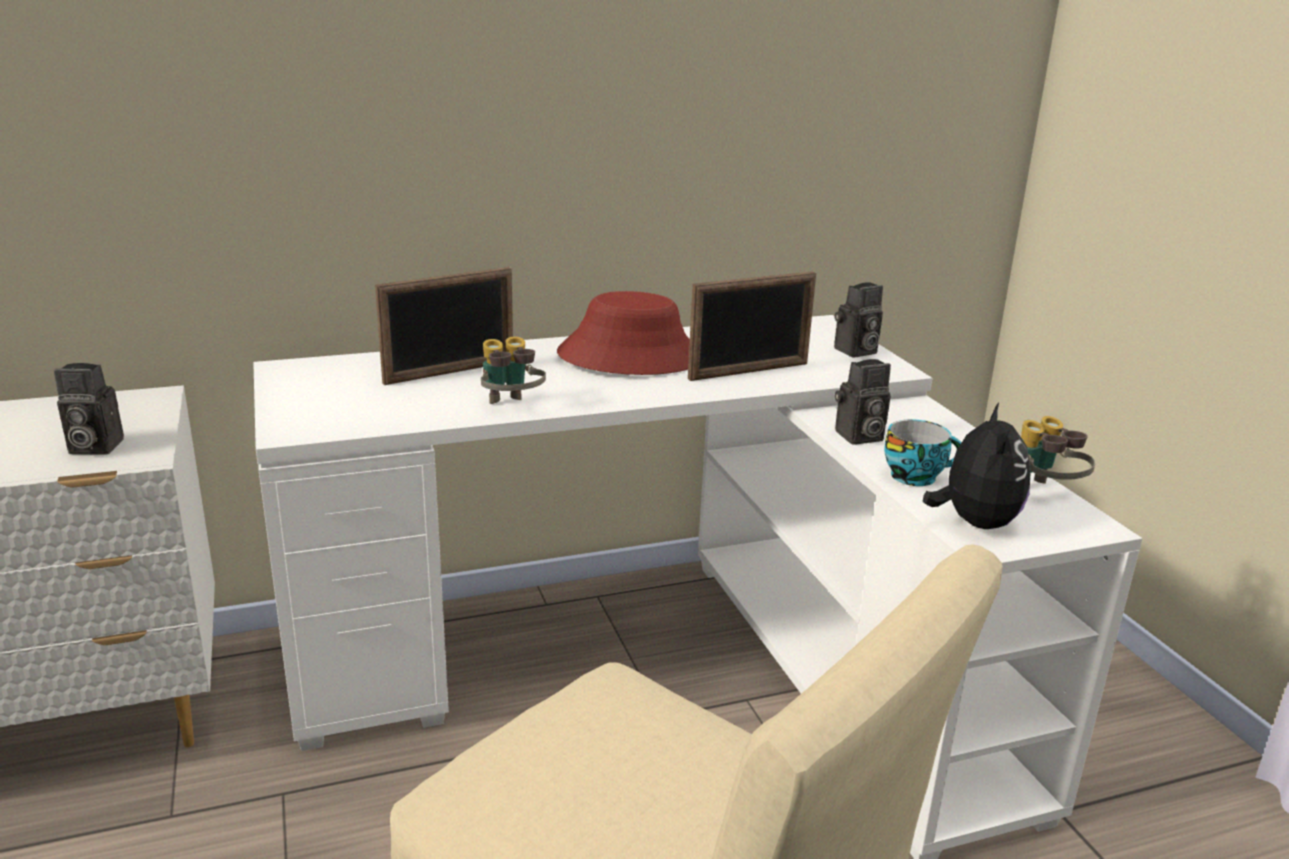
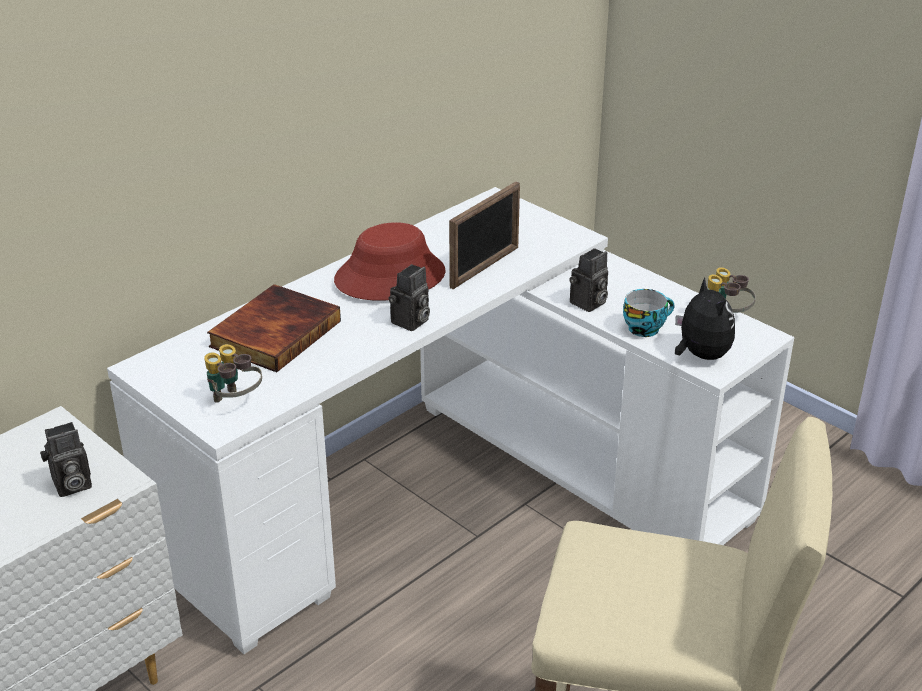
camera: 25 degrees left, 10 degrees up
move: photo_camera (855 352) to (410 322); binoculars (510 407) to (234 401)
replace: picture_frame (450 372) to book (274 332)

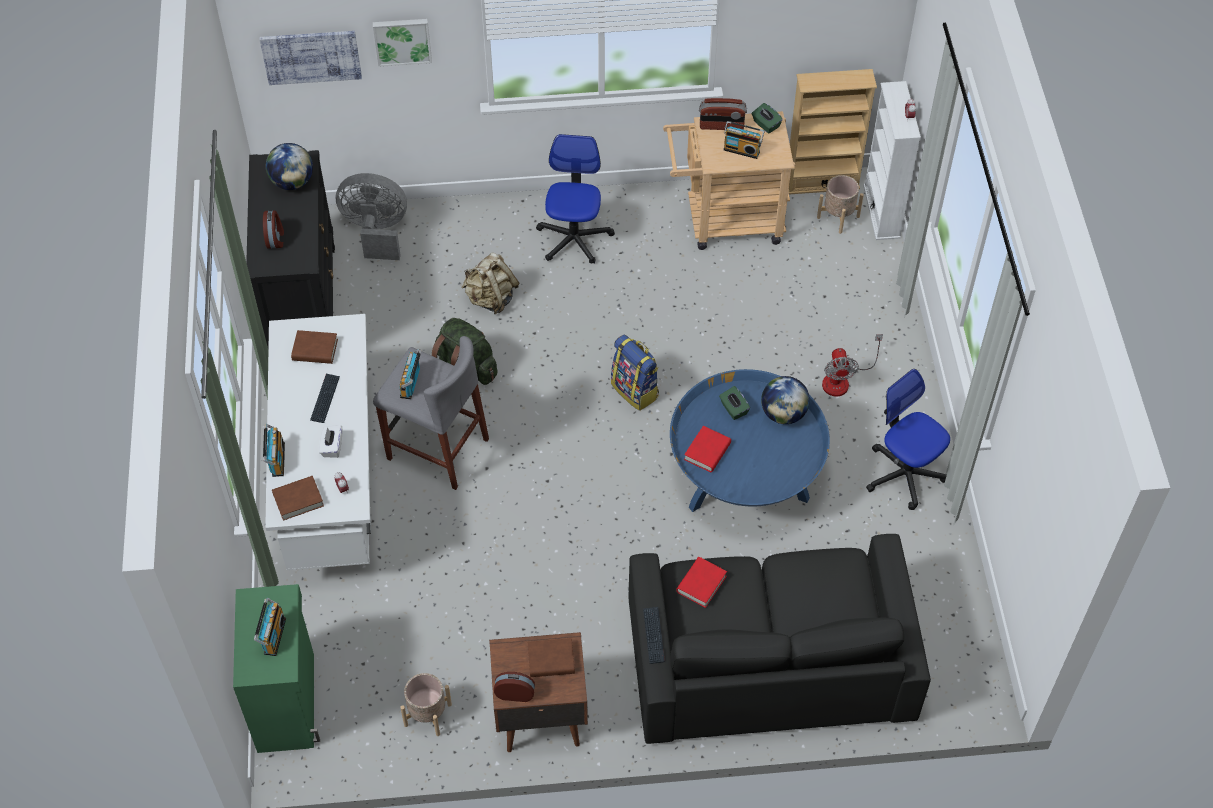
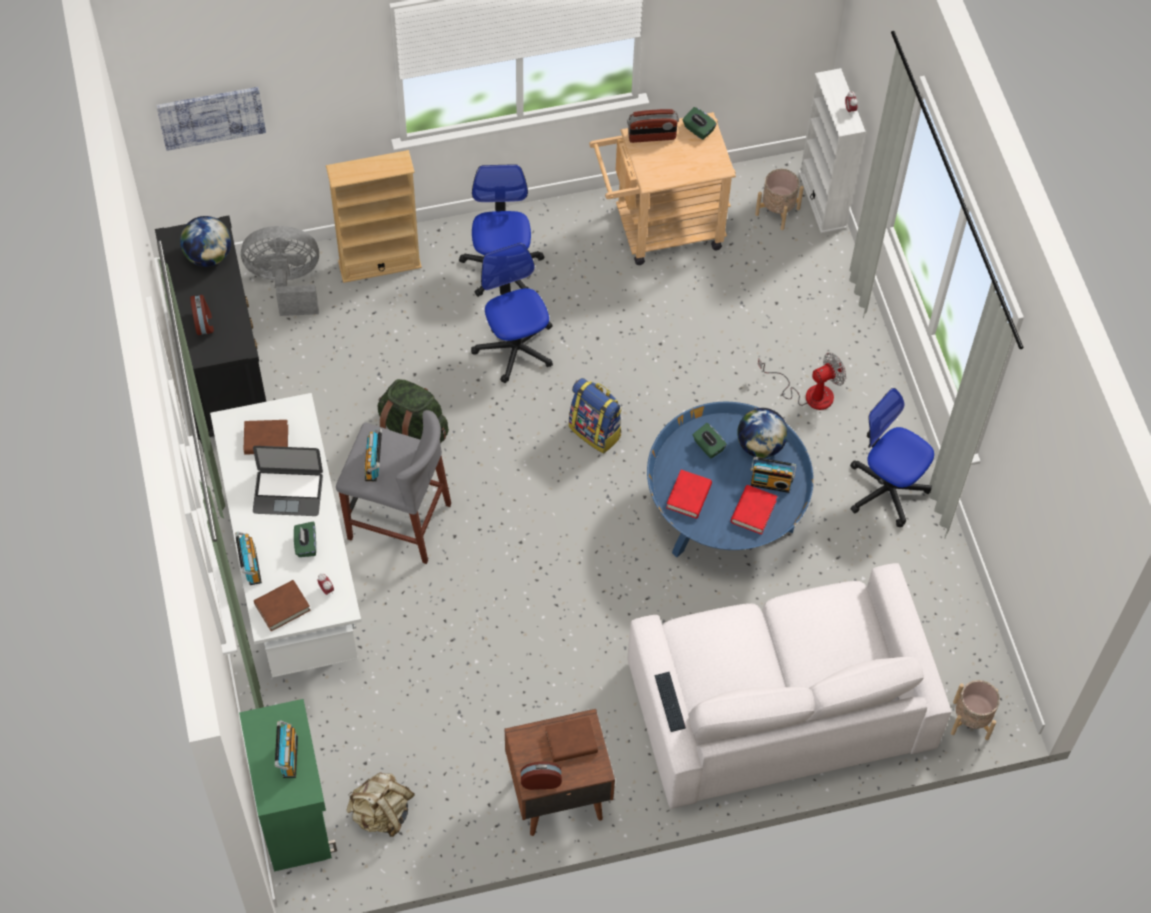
camera: 10 degrees left, 5 degrees up
delete: picture (402 40)
insert: office_chair (515 347)
move: beige_bookcase (821 183) to (379 264); radio (742 150) to (770 482); beige_backpack (491 298) to (382 813); red_book (701 584) to (753 511); beige_planter (428 715) to (971 720)
replace: keyboard (325 398) to laptop (288 492)
recolor: white_tissue_box (332 447) to green_tissue_box (306 545); black_sofa (769 658) to white_sofa (779 703)
rotate: fan (842 379) = (809 393) 105 degrees counterclockwise

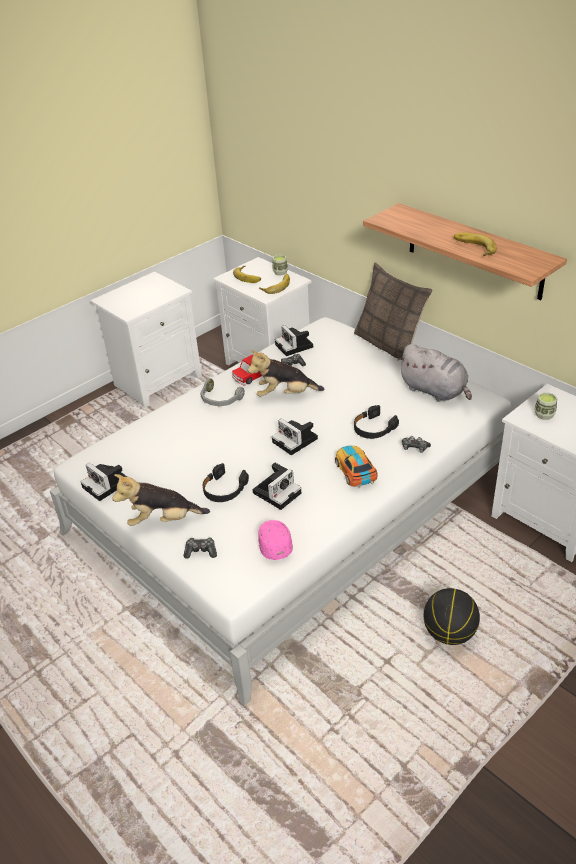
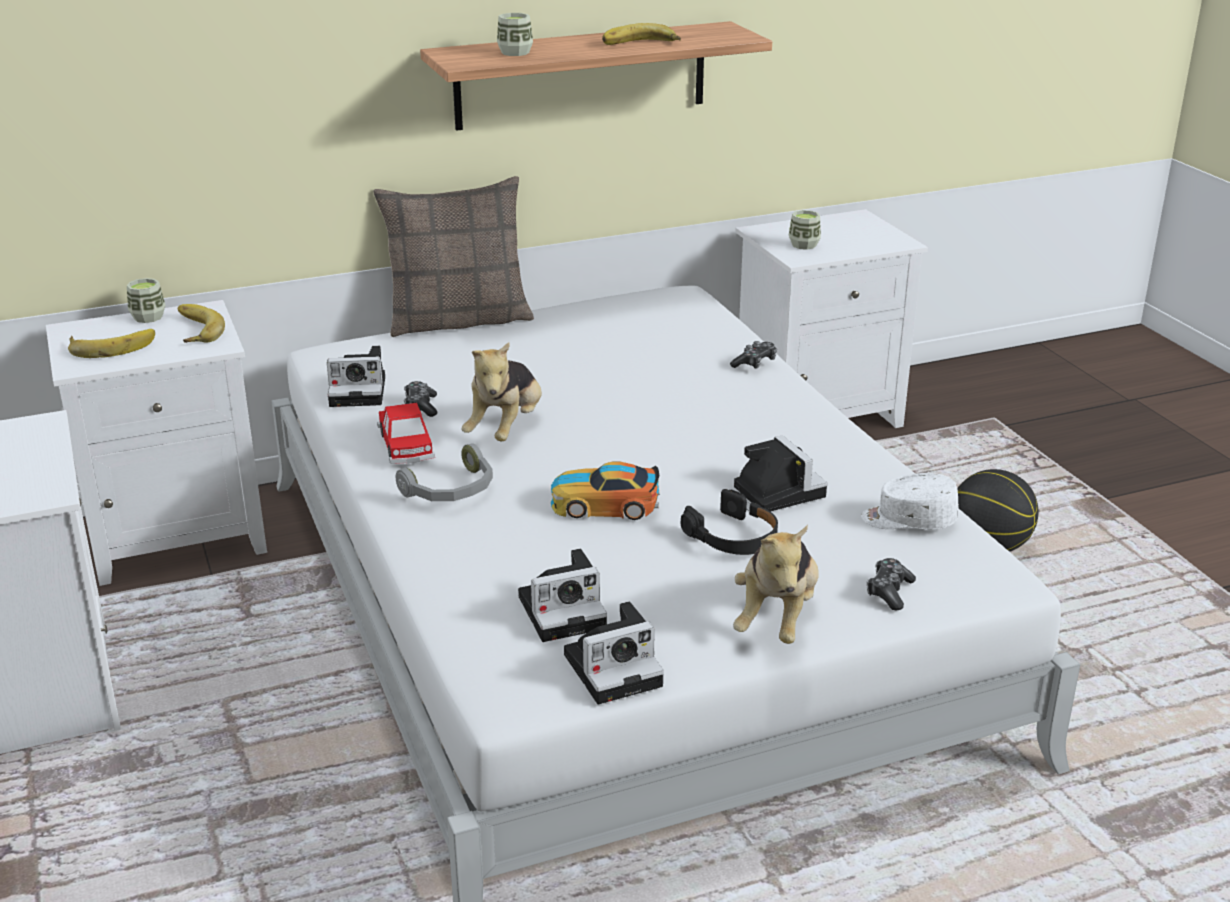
camera: 70 degrees left, 10 degrees down
delete: grey_plush_toy (435 391); black_headphones (373 428)
insert: cup (515 52)
move: photo_camera (296 441) to (565 611); toy_car (355 470) to (604 504)
recolor: pink_cap (274 544) to white_cap (908 520)

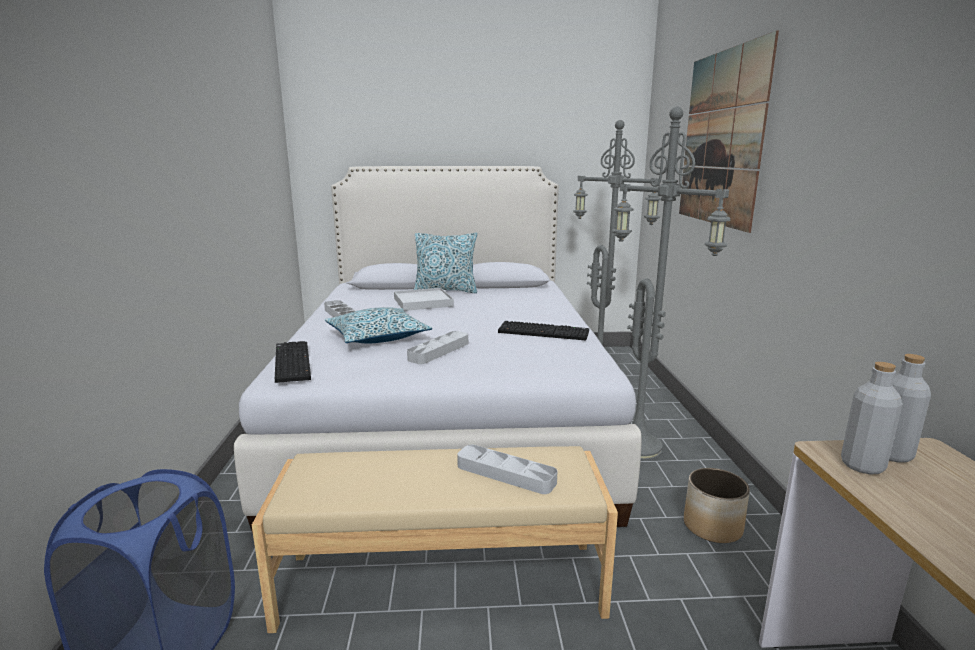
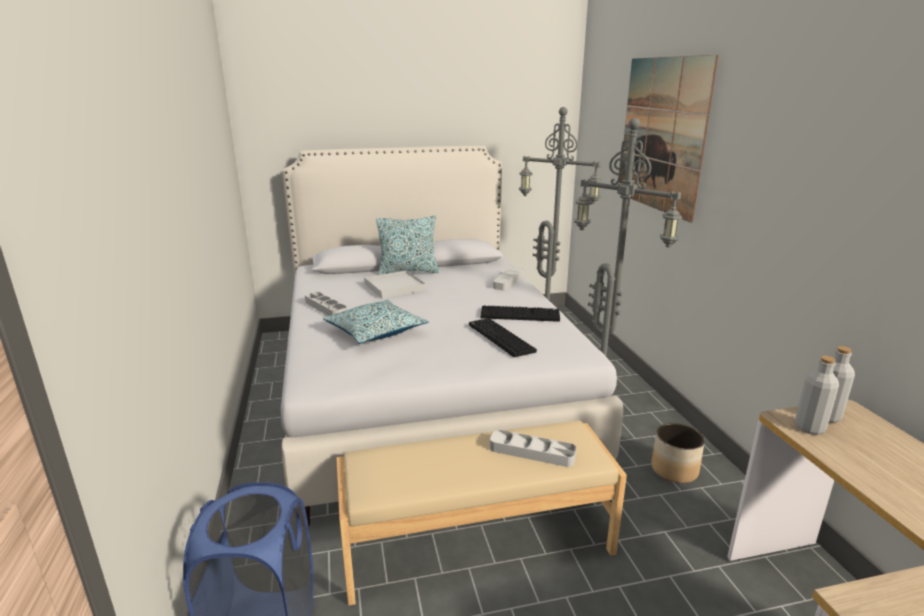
camera: 10 degrees left, 5 degrees up
move: grey_tray (439 351) to (508 281); keyboard (290 362) to (499 338)

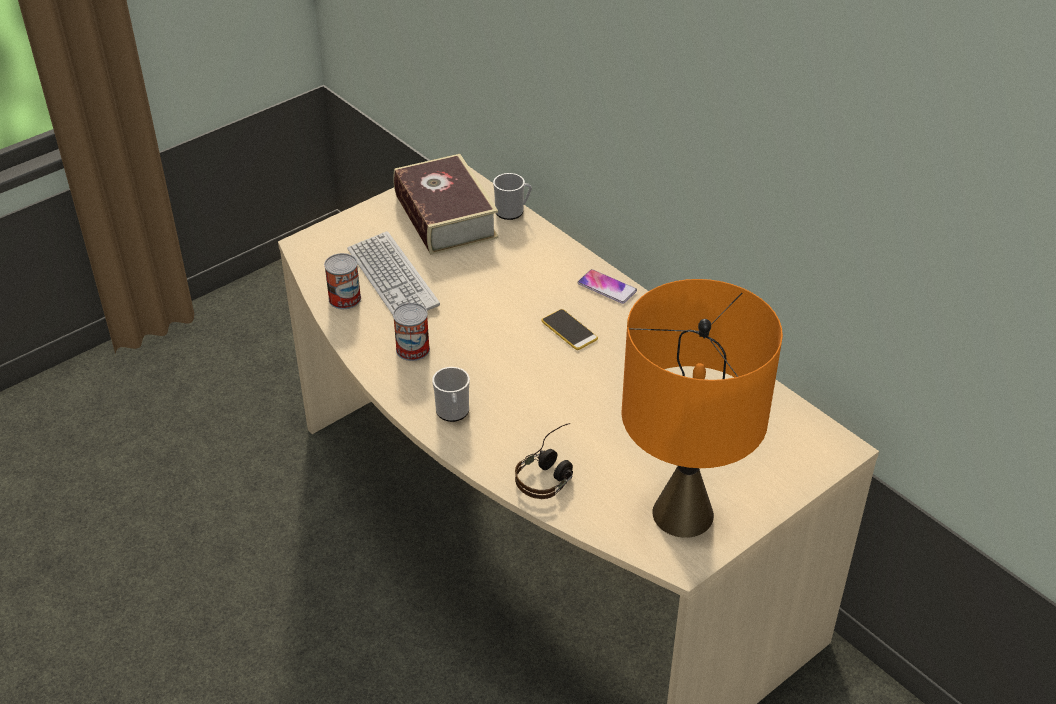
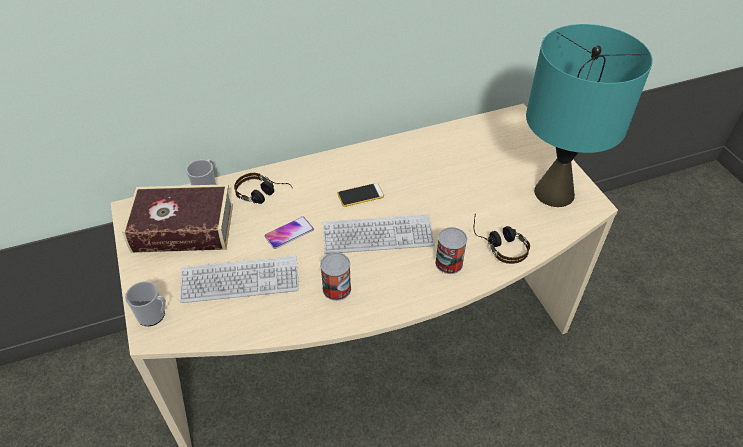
camera: 70 degrees left, 5 degrees up
insert: headphones (264 195); keyboard (377 235)
move: can (344 299) to (449 263); phone (607 287) to (289 233); mug (453 413) to (154 315)
recolor: orange_table_lamp (682 514) to turquoise_table_lamp (554 193)

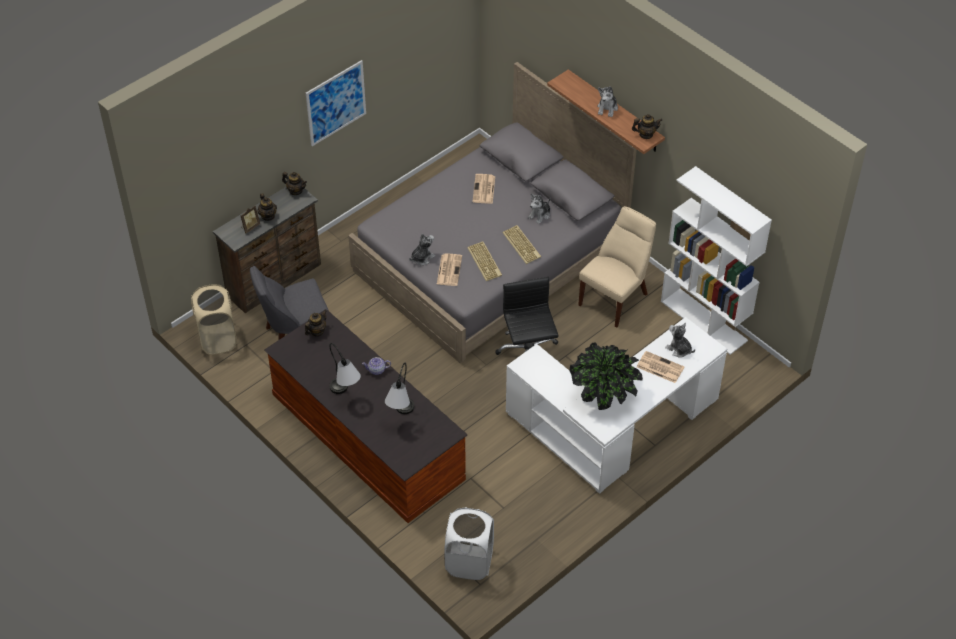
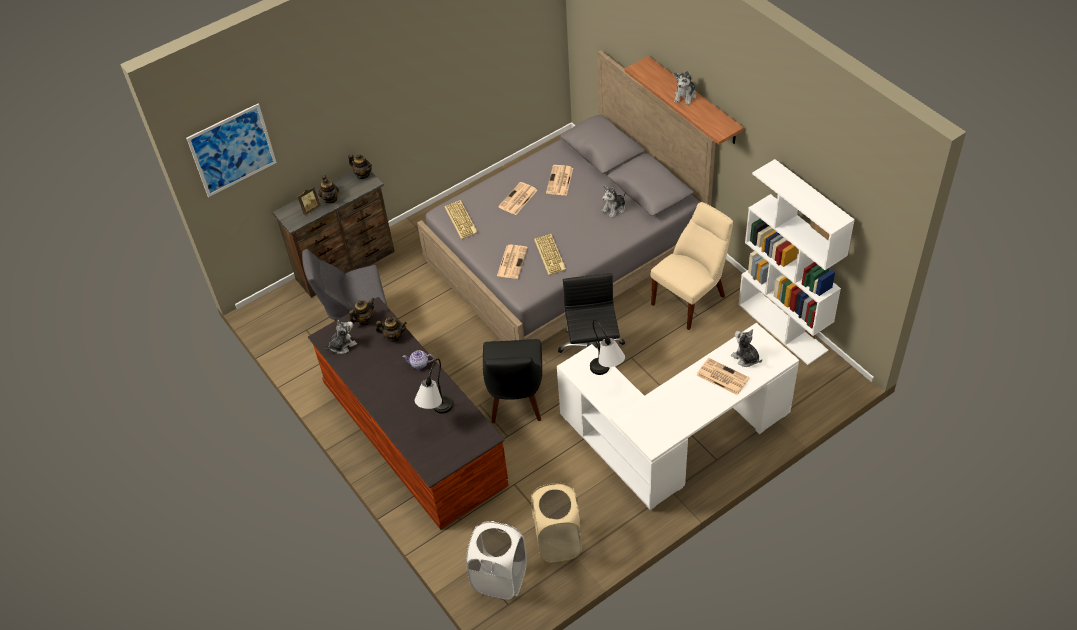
camera: 10 degrees right, 0 degrees up
delete: potted_plant (604 394)
insert: newspaper (518 199); black_chair (515 400)
move: picture (336 103) to (232 150); teapot (646 134) to (393 336); keyboard (522 245) to (462 220); plush_toy (422 258) to (342 345); beige_laundry_basket (218 339) to (558 541); table_lamp (345 395) to (606 376)

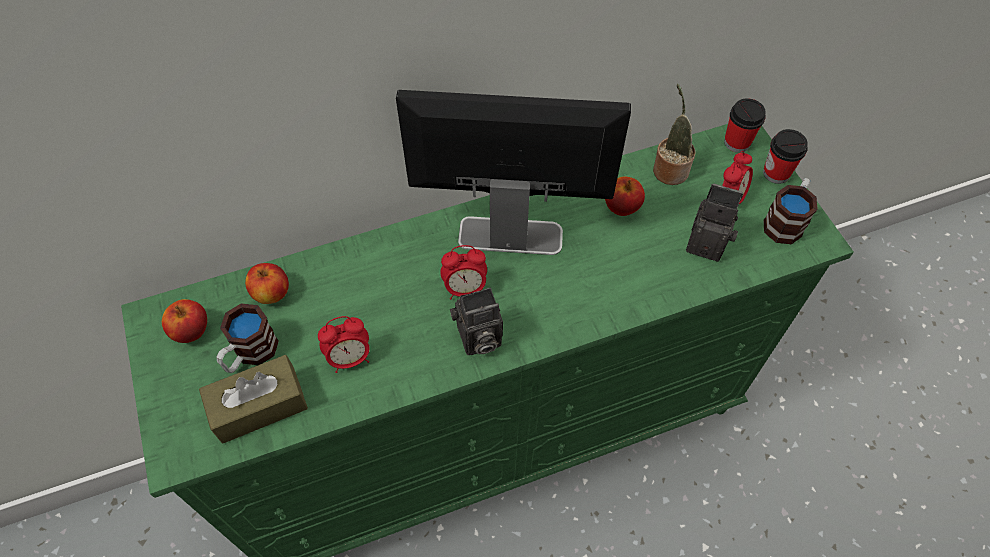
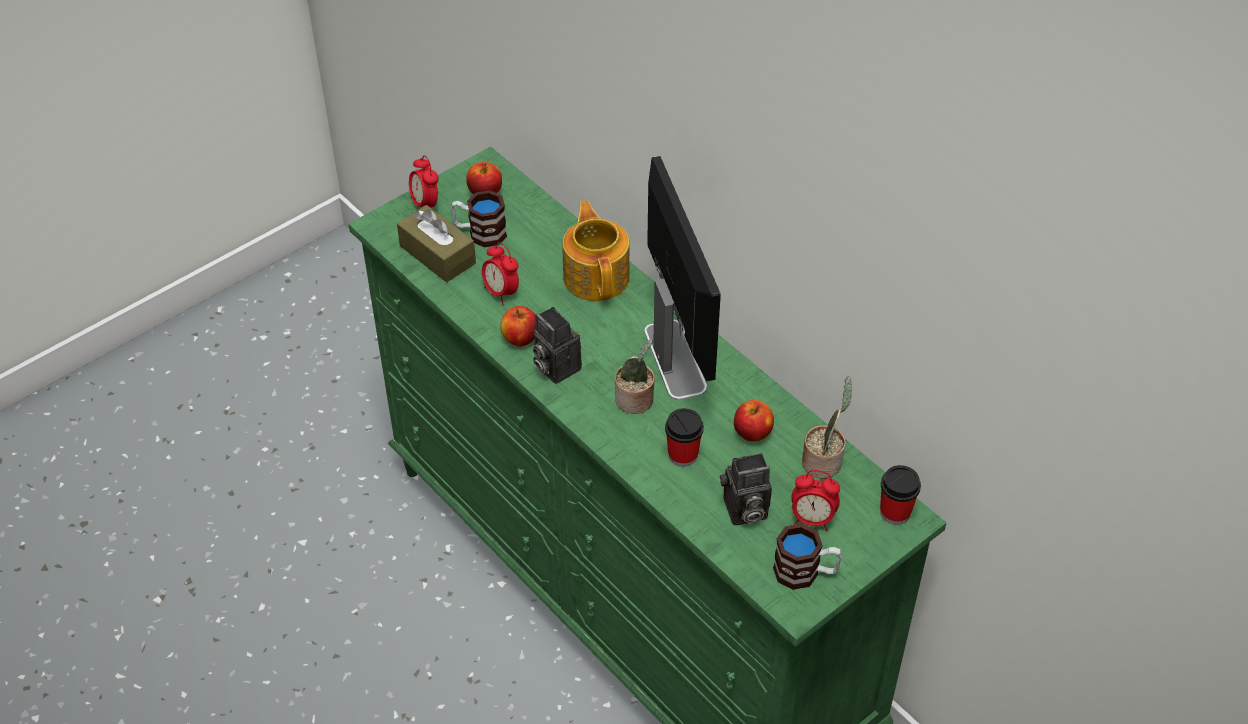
camera: 70 degrees right, 10 degrees down
insert: teapot (597 276); potted_plant (636 401)
move: cup (776 173) to (683 455); alarm_clock (465 289) to (425 204); apple (272 293) to (520 339)
rotate: photo_camera (708 243) = (743 511) 75 degrees clockwise

